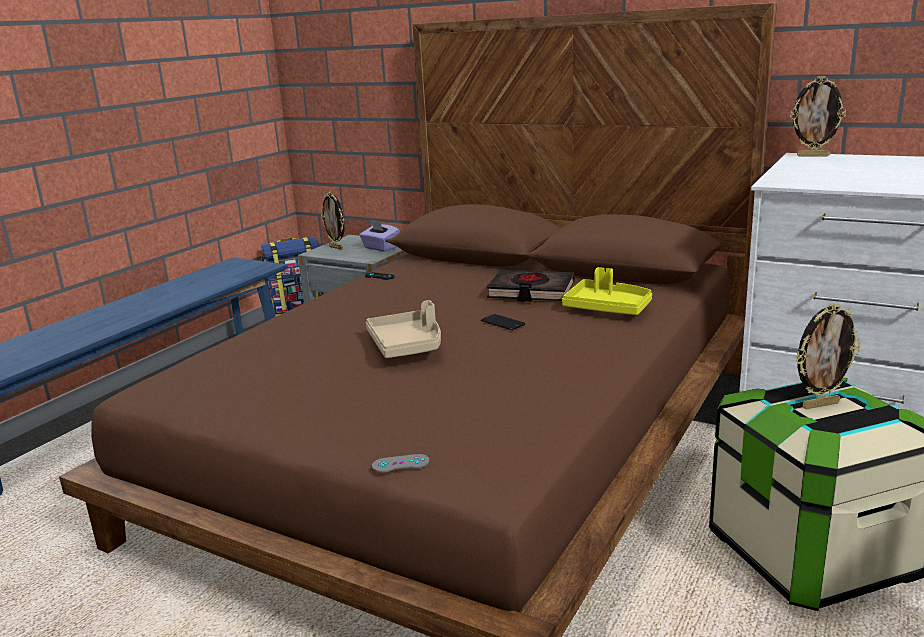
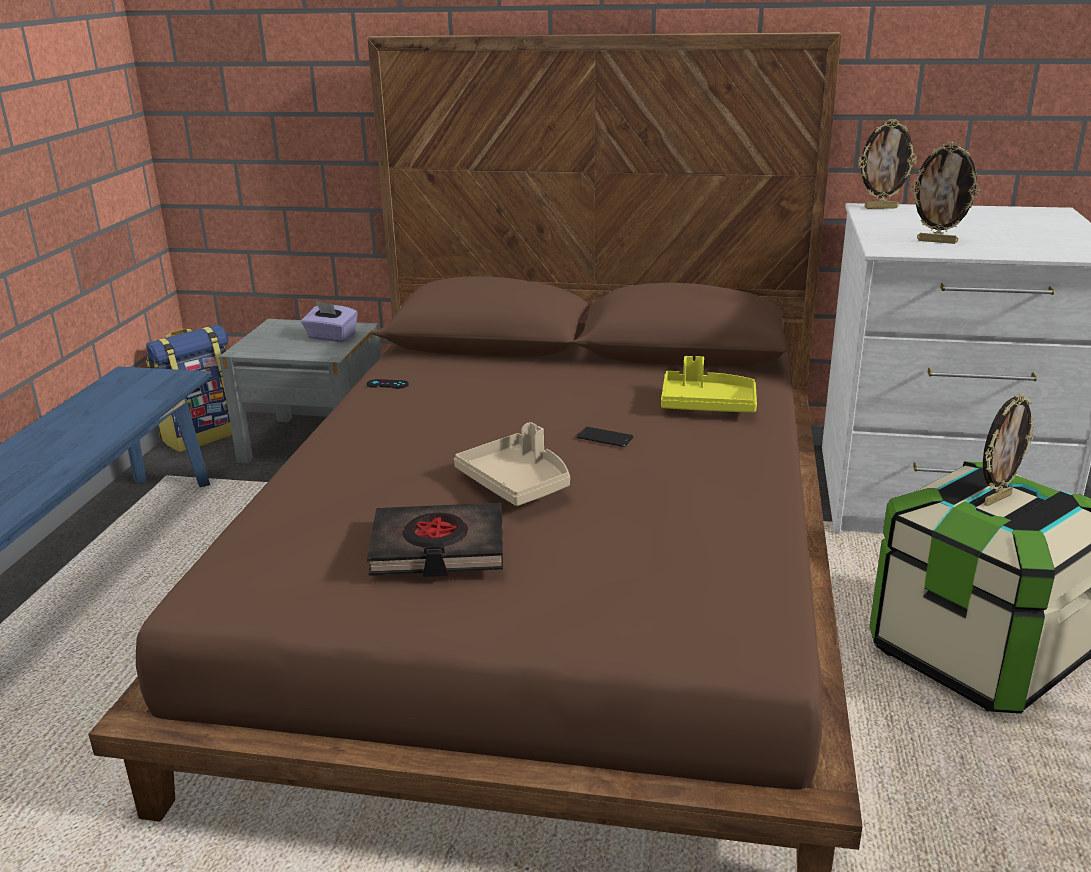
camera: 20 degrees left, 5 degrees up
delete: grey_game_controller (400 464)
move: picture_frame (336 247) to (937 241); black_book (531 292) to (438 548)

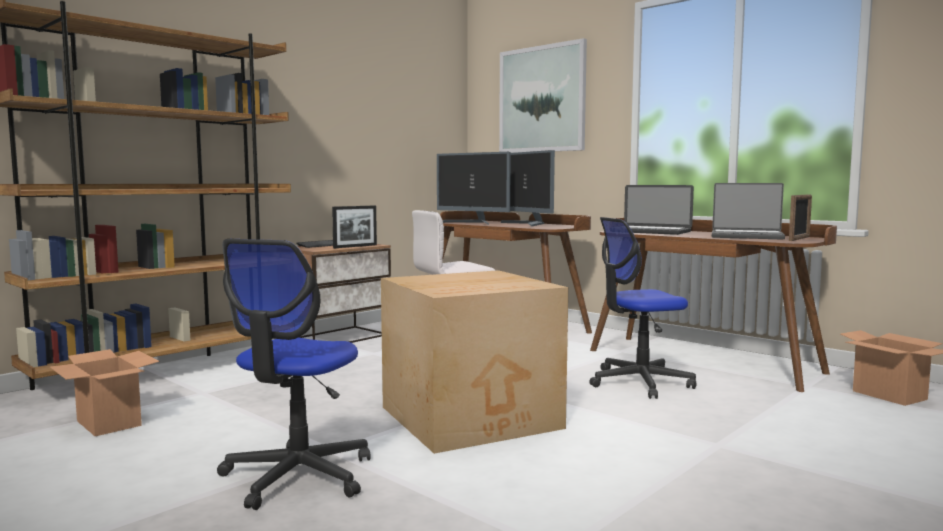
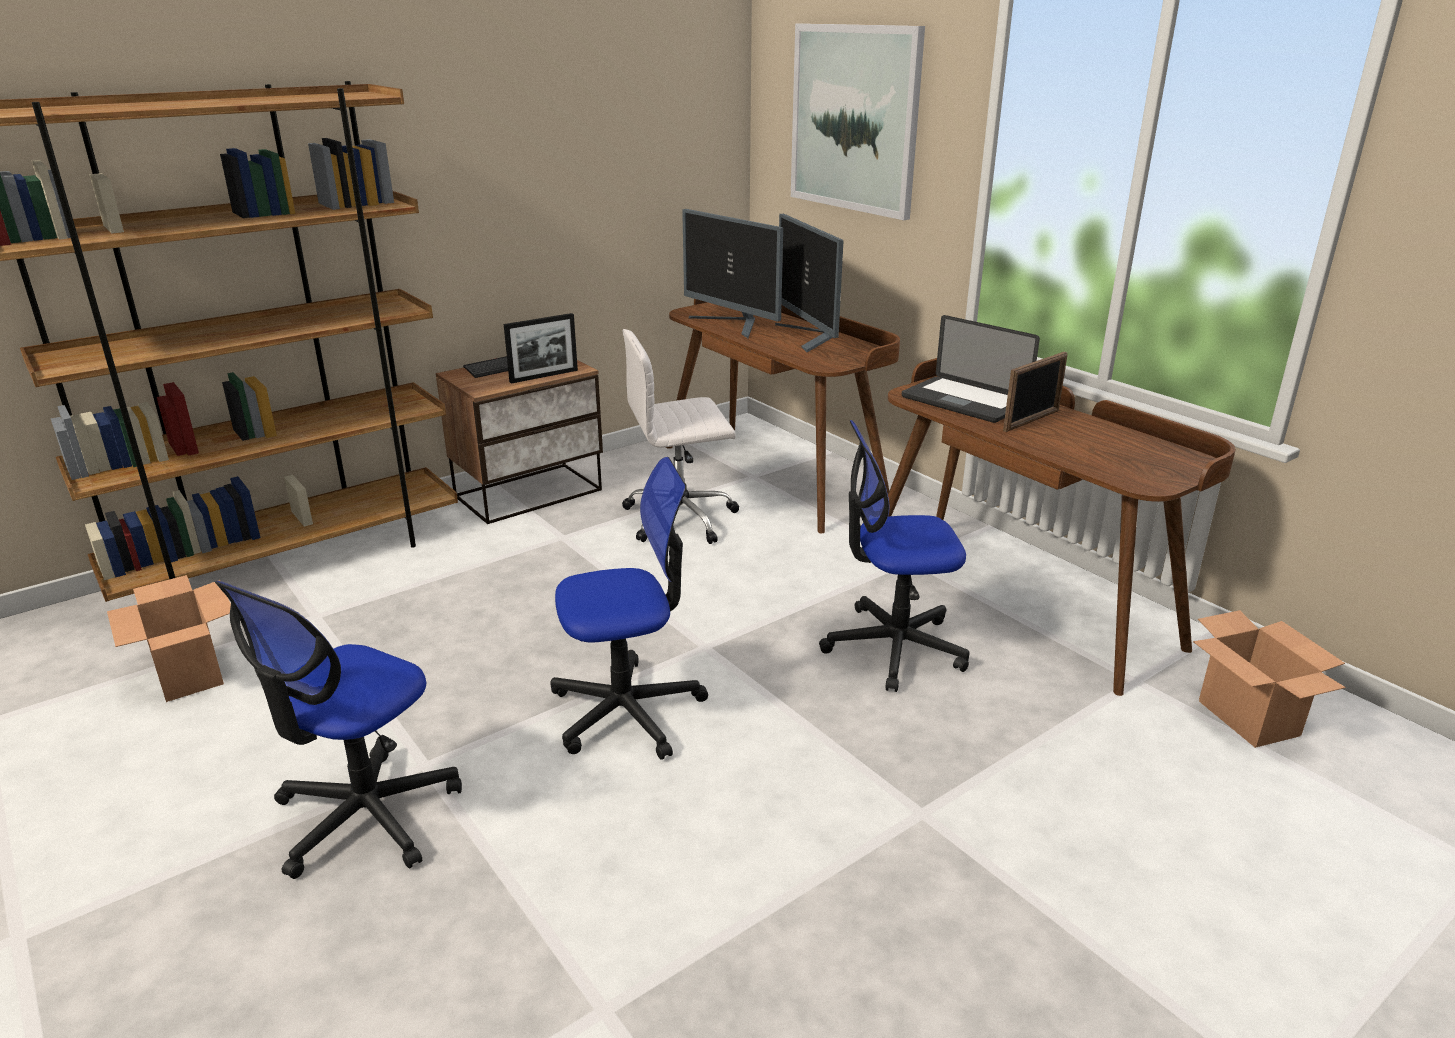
camera: 10 degrees right, 20 degrees up
delete: laptop (746 236)
move: picture_frame (799 239) to (1031 421)
replace: cardboard_box (473 418) to office_chair (627 711)

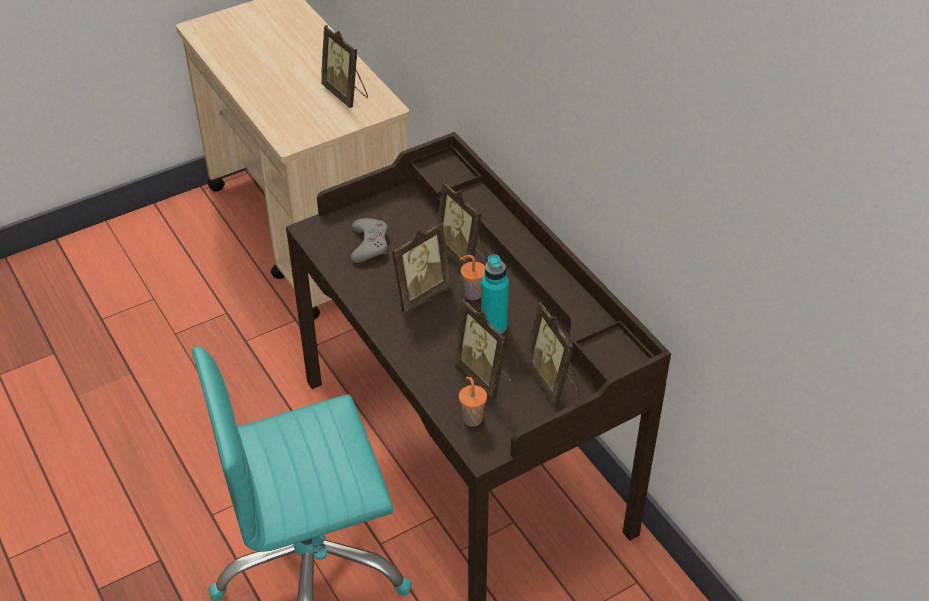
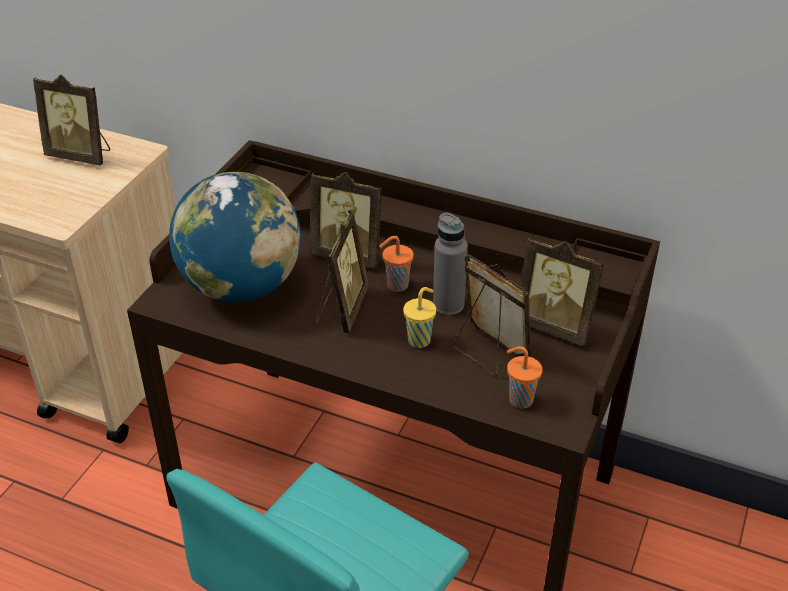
camera: 35 degrees left, 5 degrees down
insert: yellow_cup (420 340)
replace: grey_game_controller (369 244) to globe (241 287)
recolor: turquoise_bottle (494 326) to grey_bottle (448 304)
rotate: picture_frame (485 375) = (488 353) 150 degrees counterclockwise

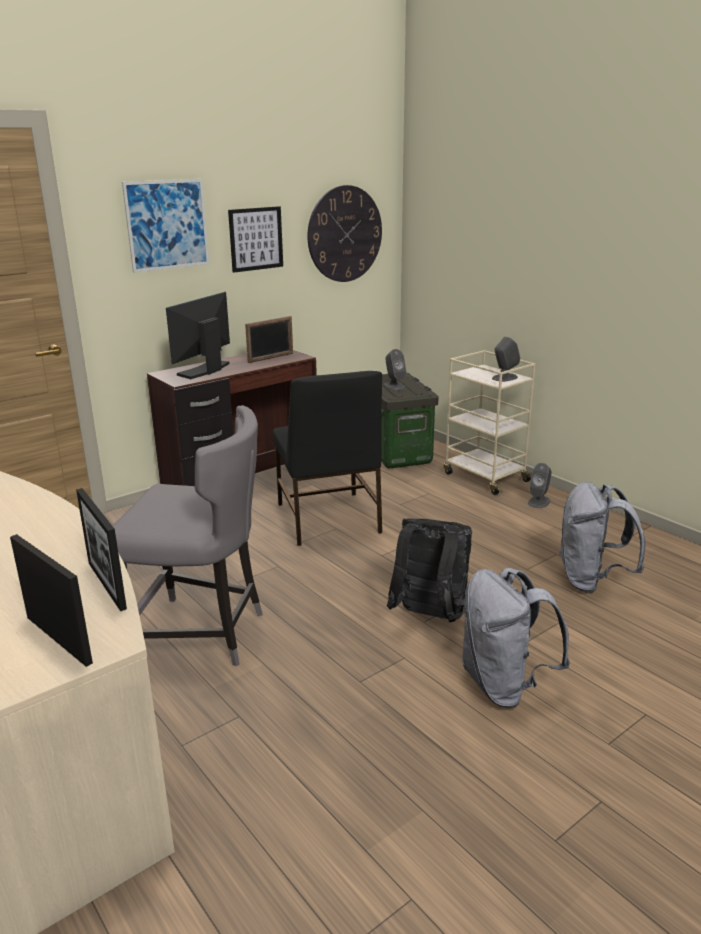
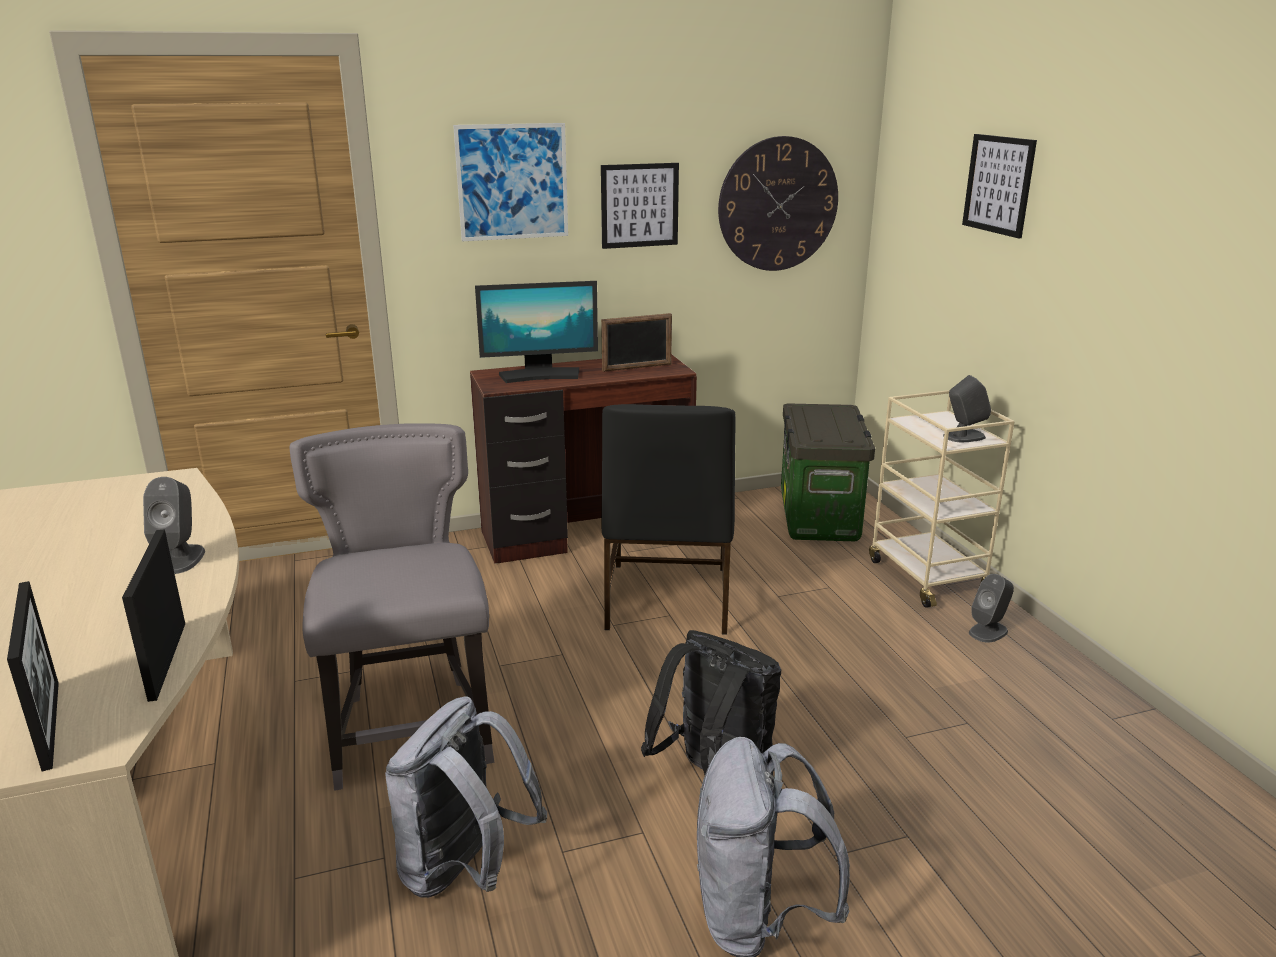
camera: 20 degrees right, 0 degrees up
insert: picture (998 184)
move: grey_speaker (394 386) to (180 559); grey_backpack (591 580) to (464 870)
rotate: monitor (205 370) = (540 375) 150 degrees counterclockwise; grey_chair (202 634) = (412 729) 135 degrees counterclockwise

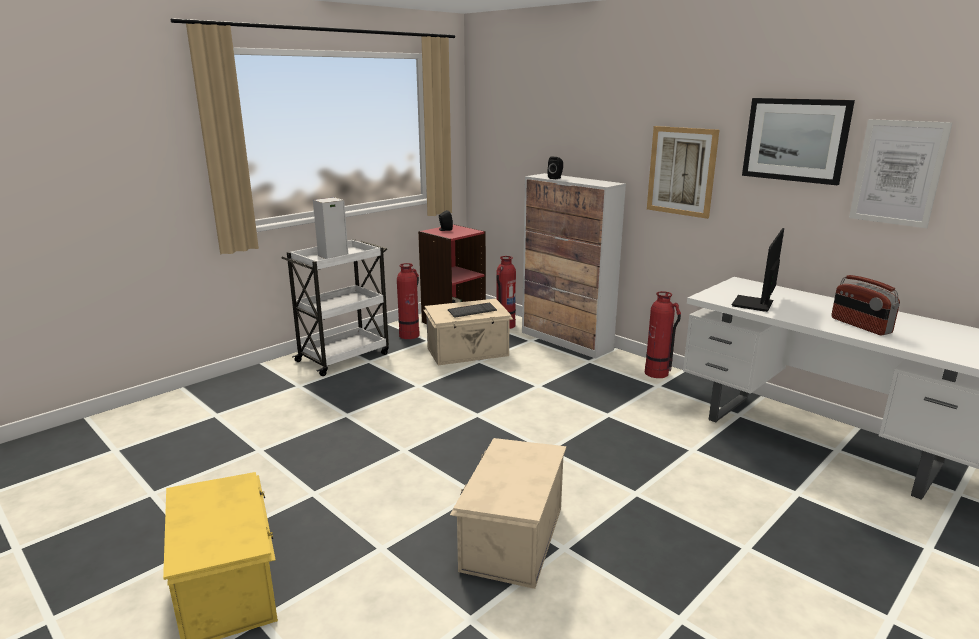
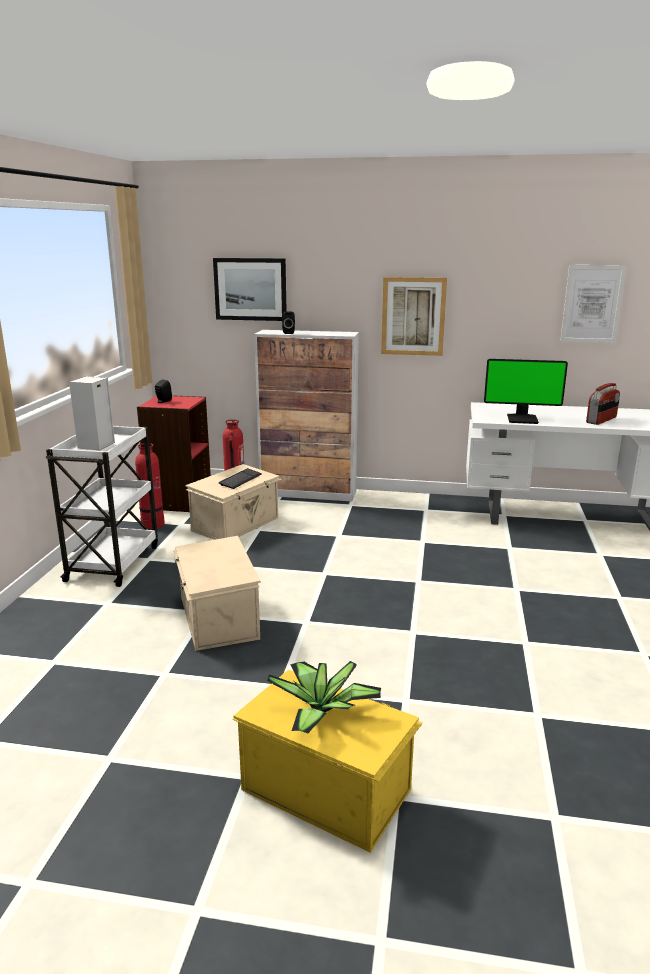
camera: 35 degrees left, 0 degrees up
delete: fire_extinguisher (657 373)
insert: potted_plant (322 711)
move: picture (795 140) to (250 289); beige_storage_box (510 538) to (217 618)
rotate: monitor (754 305) = (522 419) 75 degrees counterclockwise; radio (860 326) = (601 420) 75 degrees counterclockwise

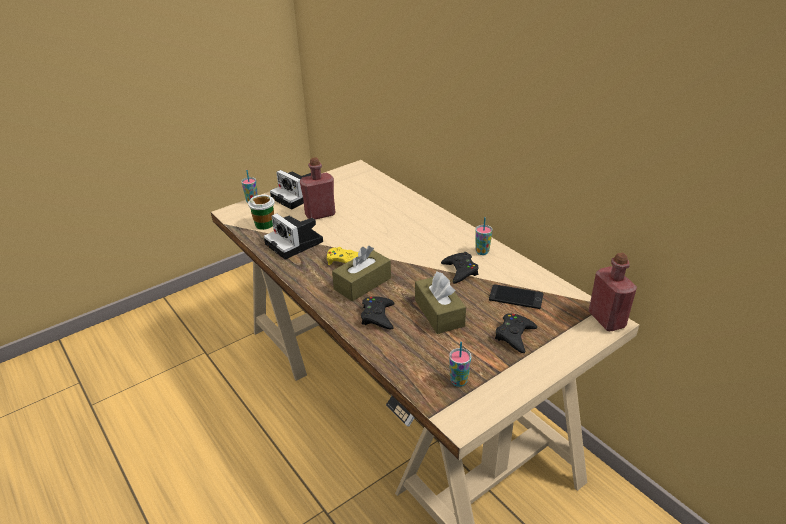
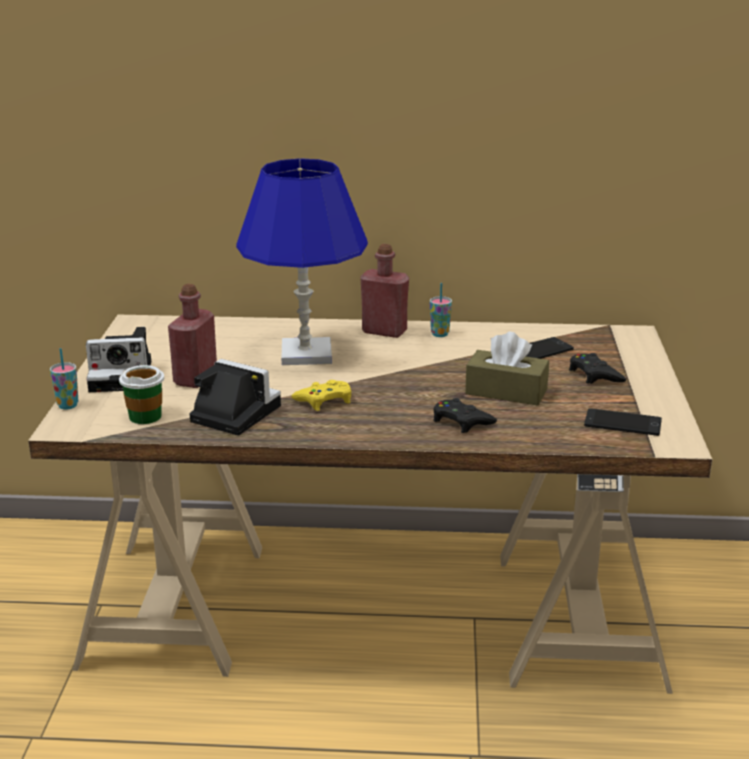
camera: 50 degrees left, 10 degrees down
delete: brown_tissue_box (362 284); black_game_controller (460 271)
insert: blue_table_lamp (305 354)
move: red_bottle (606 320) to (384 331)
replace: cup (458 381) to phone (622 423)
rotate: photo_camera (296 243) = (232 413) 150 degrees counterclockwise

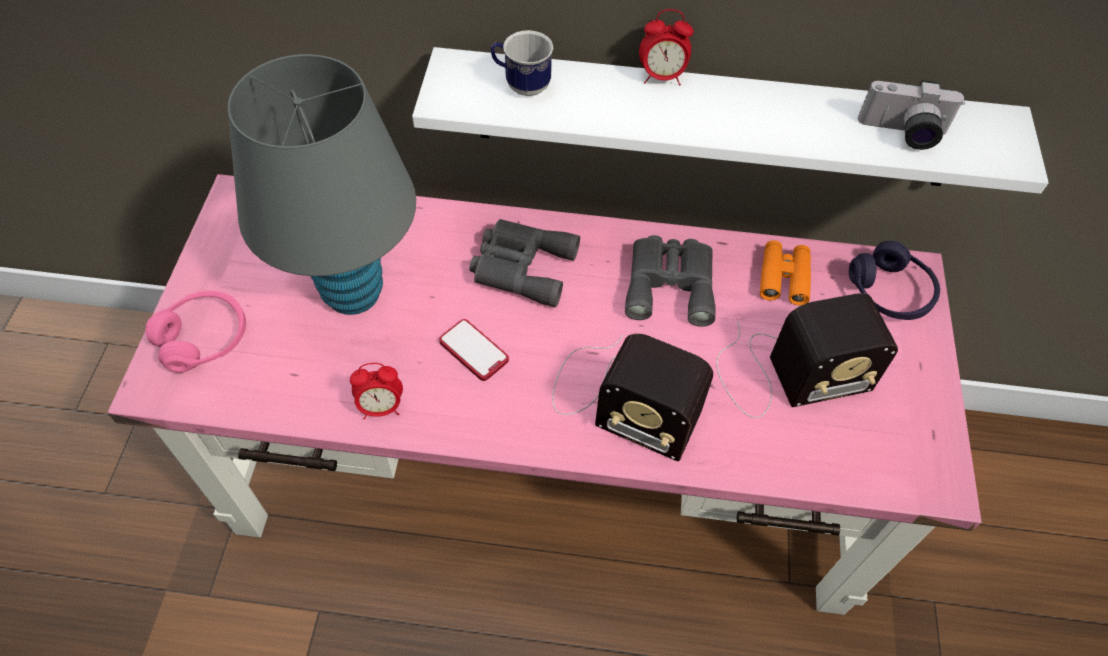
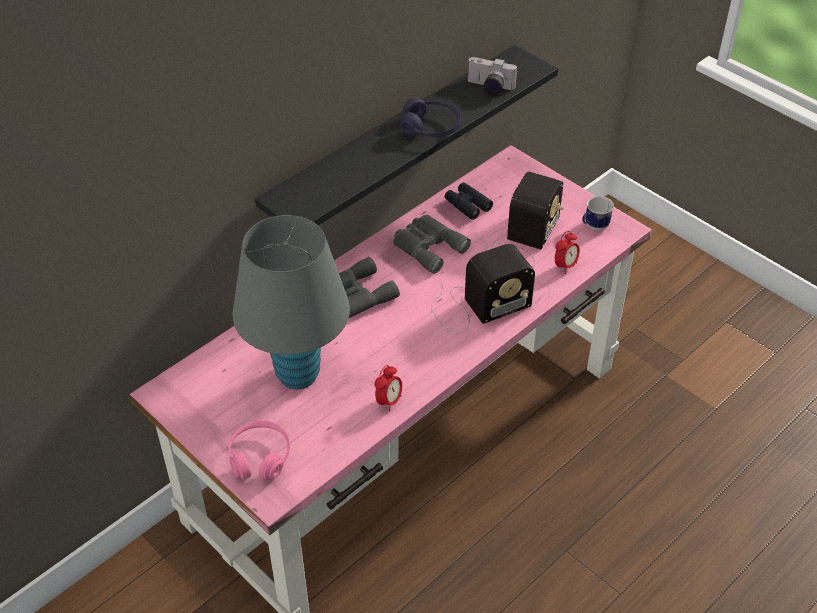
camera: 50 degrees left, 10 degrees down
delete: phone (474 351)
move: alarm_clock (661 77) to (565 266); mug (521 85) to (593 226); purple_headphones (889 292) to (430 127)
recolor: white_shelf (716 119) to black_shelf (394 143); orange_binoculars (783 277) to black_binoculars (467 205)
rotate: photo_camera (902 133) = (489 87) 60 degrees clockwise

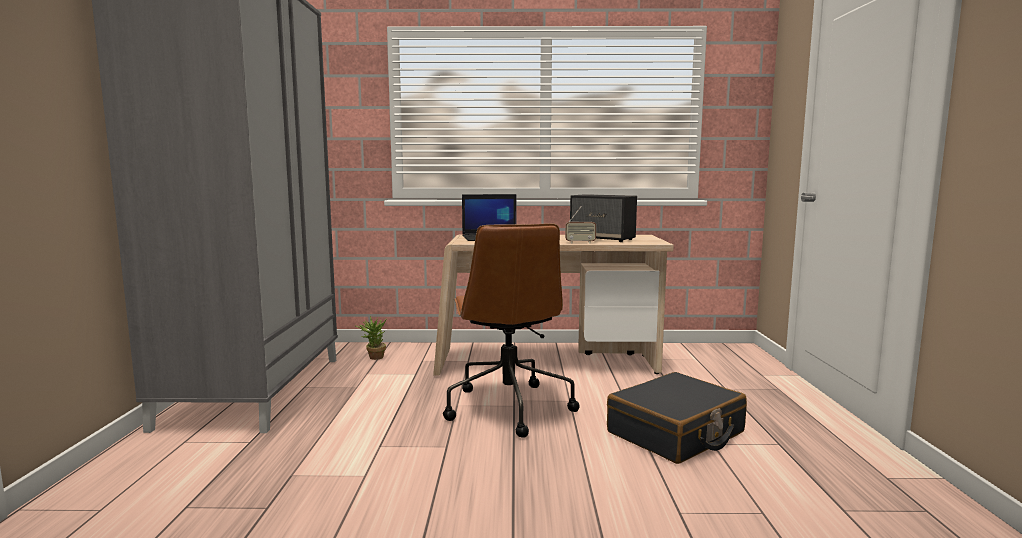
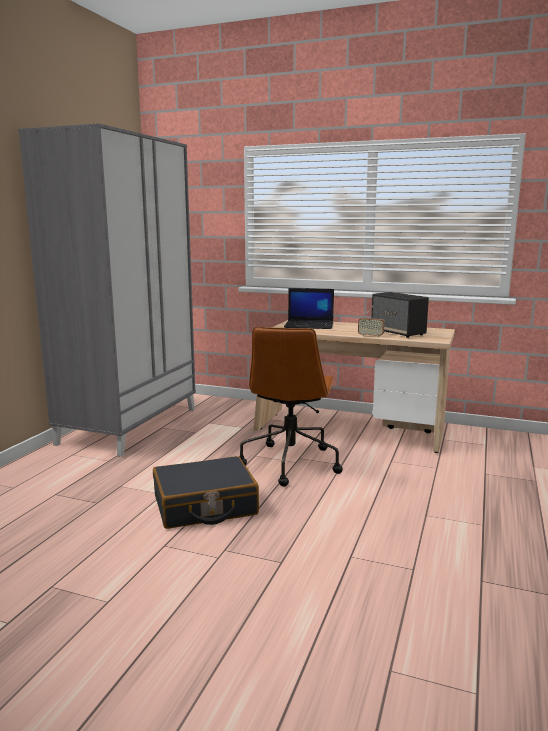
camera: 20 degrees right, 5 degrees up
delete: potted_plant (373 357)
move: black_suitcase (676 433) to (205 506)

